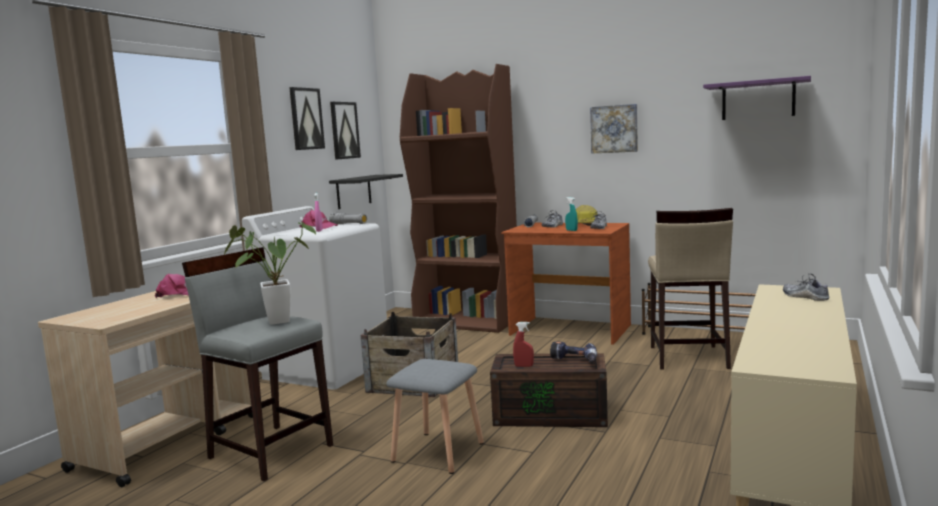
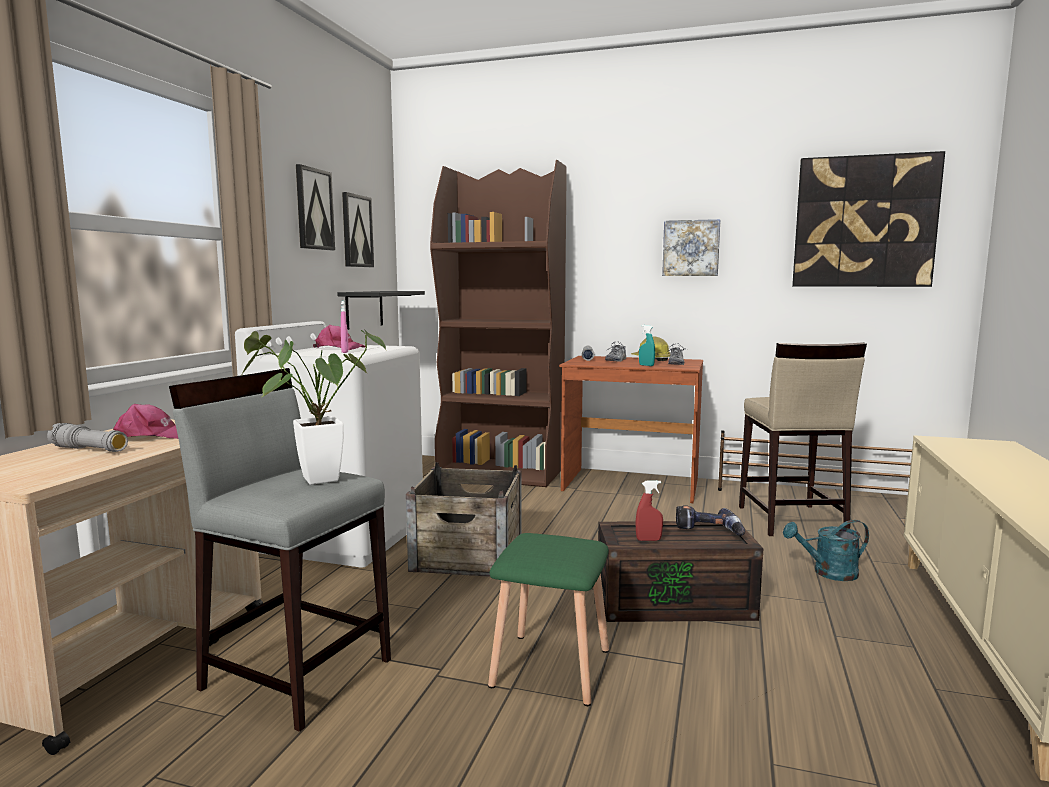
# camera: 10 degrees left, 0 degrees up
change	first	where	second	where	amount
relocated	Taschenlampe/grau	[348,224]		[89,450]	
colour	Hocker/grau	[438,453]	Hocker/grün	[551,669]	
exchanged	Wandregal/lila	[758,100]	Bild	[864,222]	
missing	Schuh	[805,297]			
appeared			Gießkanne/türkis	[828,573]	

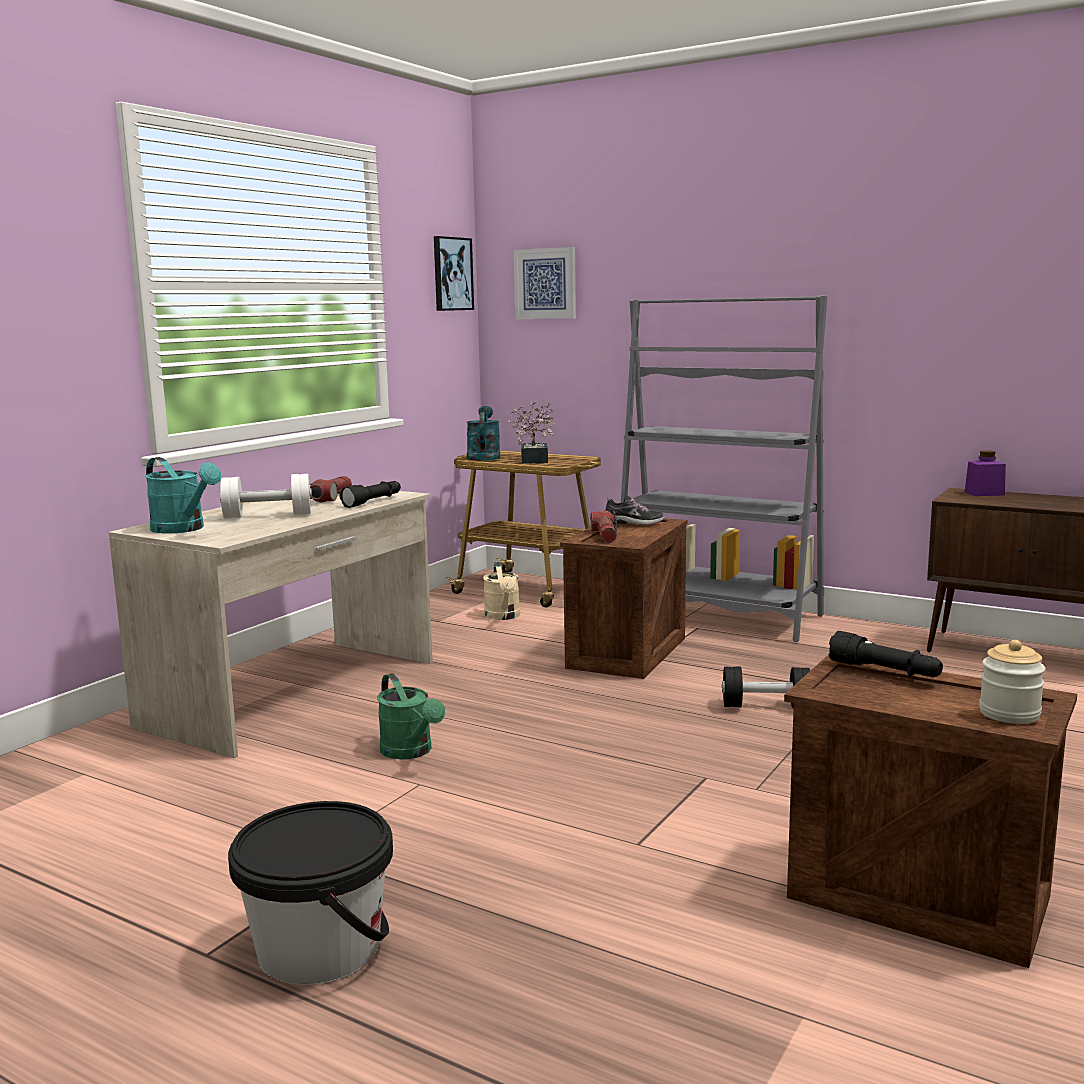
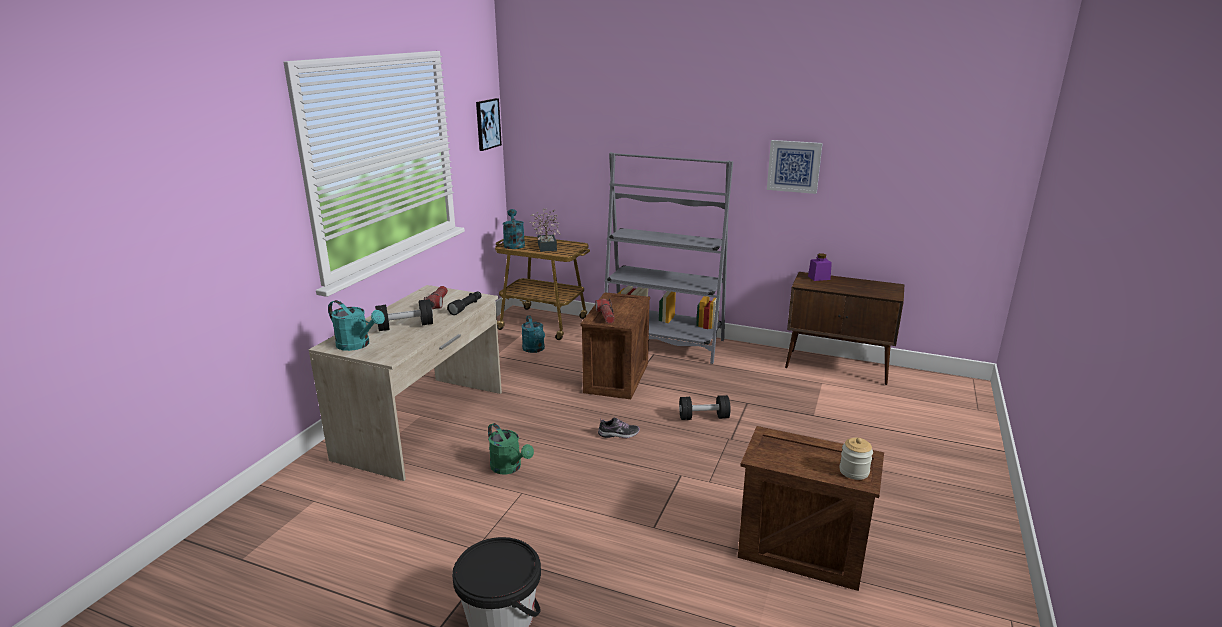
# camera: 10 degrees left, 10 degrees up
change	first	where	second	where	amount
colour	Hantel/weiß	[268,515]	Hantel/schwarz	[405,326]	
colour	Gießkanne/beige	[503,616]	Gießkanne/türkis	[535,349]	
relocated	Bild	[545,283]		[794,166]	
relocated	Schuh	[634,523]		[618,434]	
missing	Taschenlampe/schwarz	[885,671]			

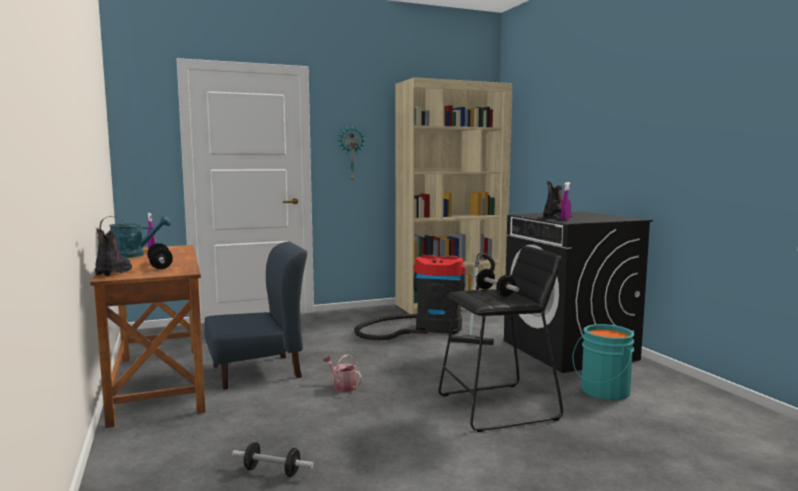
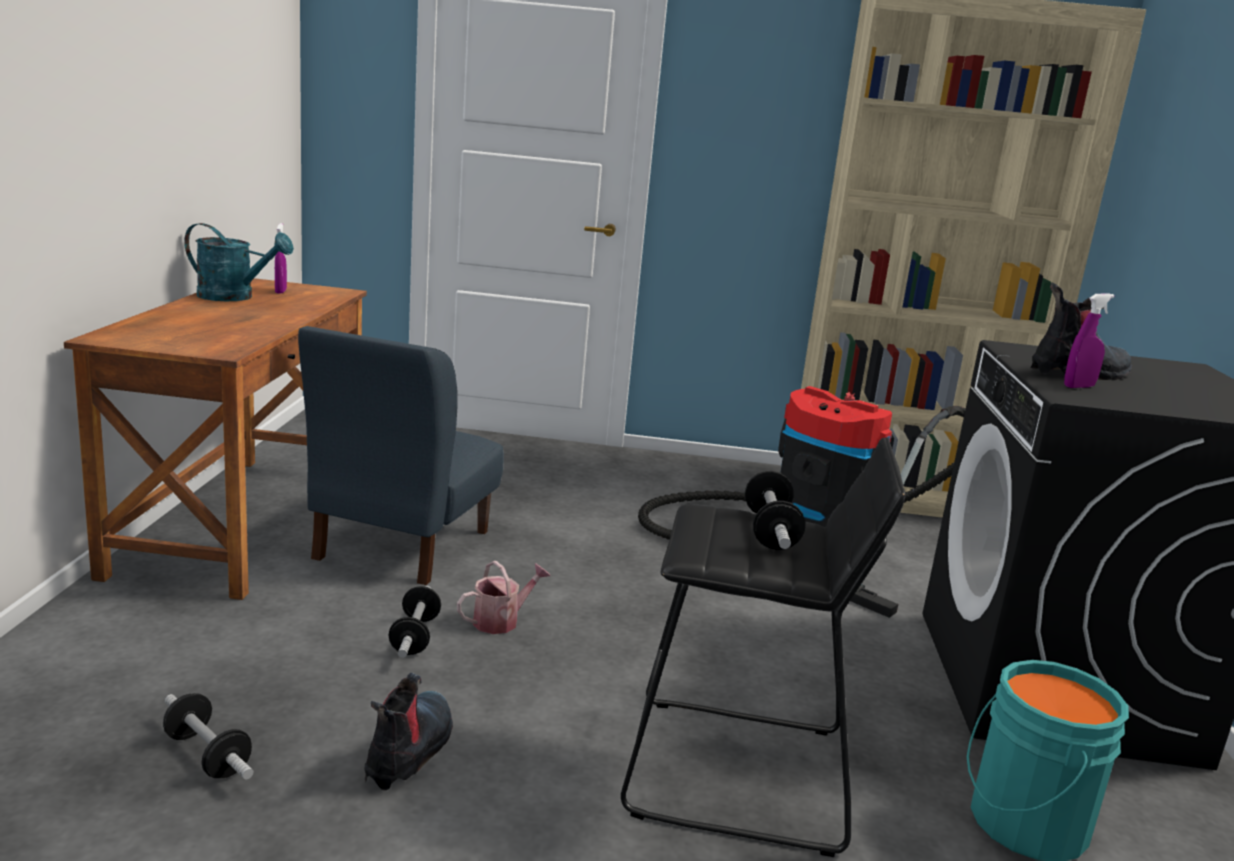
# camera: 25 degrees right, 10 degrees up
change	first	where	second	where	amount
relocated	Stiefel	[114,272]		[410,750]	
relocated	Hantel	[160,266]		[415,637]	
spun	Stuhl/blau	[257,371]		[401,544]	105 degrees clockwise
spun	Gießkanne	[342,386]		[501,620]	75 degrees clockwise
missing	Wanduhr	[351,153]			

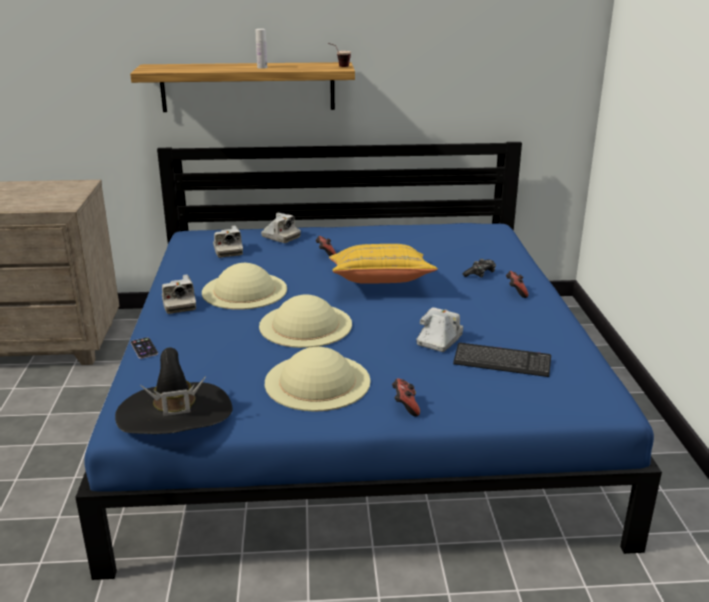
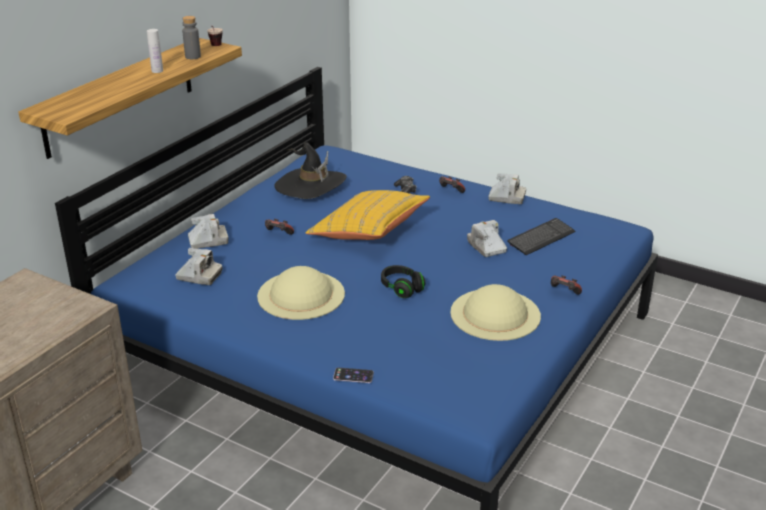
# camera: 55 degrees left, 5 degrees up
change	first	where	second	where	amount
relocated	Hut/schwarz	[175,414]		[310,186]	
relocated	Kamera	[179,304]		[506,198]	
exchanged	Hut/beige	[305,325]	Kopfhörer/schwarz	[401,288]	
appeared			Flasche/grau	[193,56]	

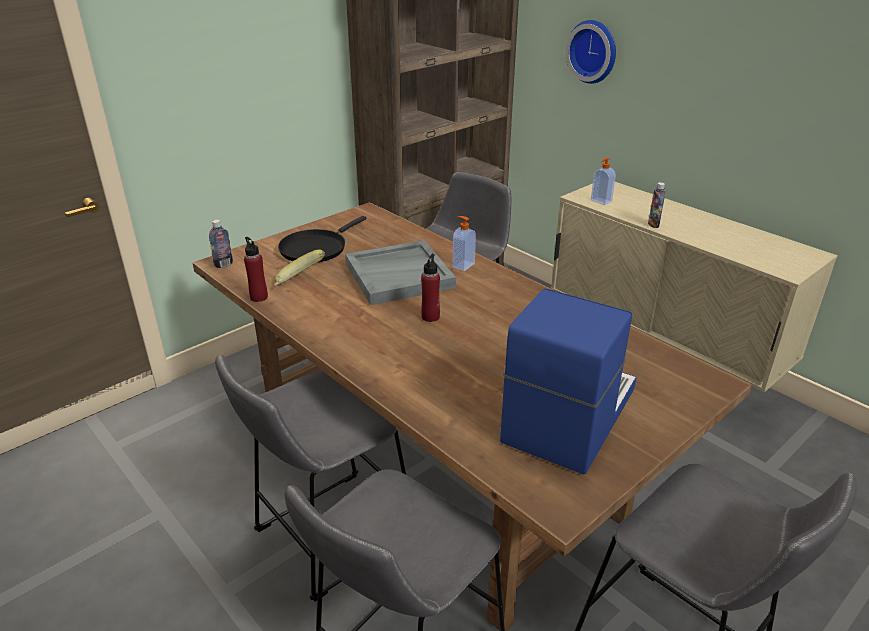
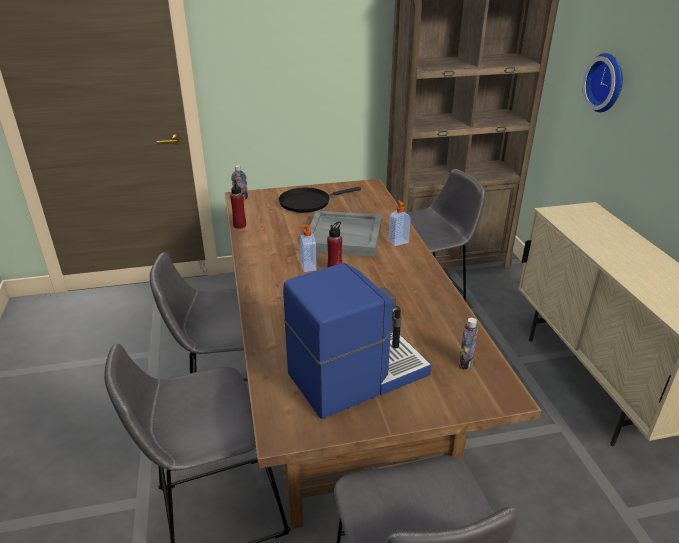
# camera: 30 degrees right, 0 degrees up
change	first	where	second	where	amount
missing	Banane	[299,282]			
relocated	Seifenspender	[600,201]		[307,267]	
relocated	Flasche	[653,224]		[465,363]	

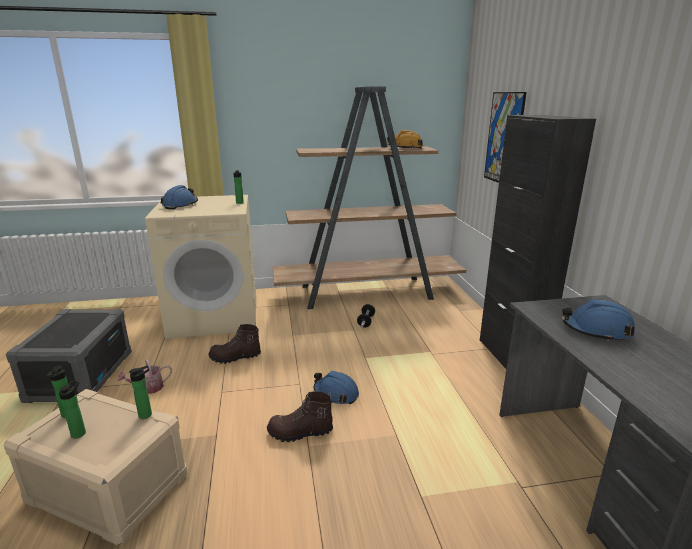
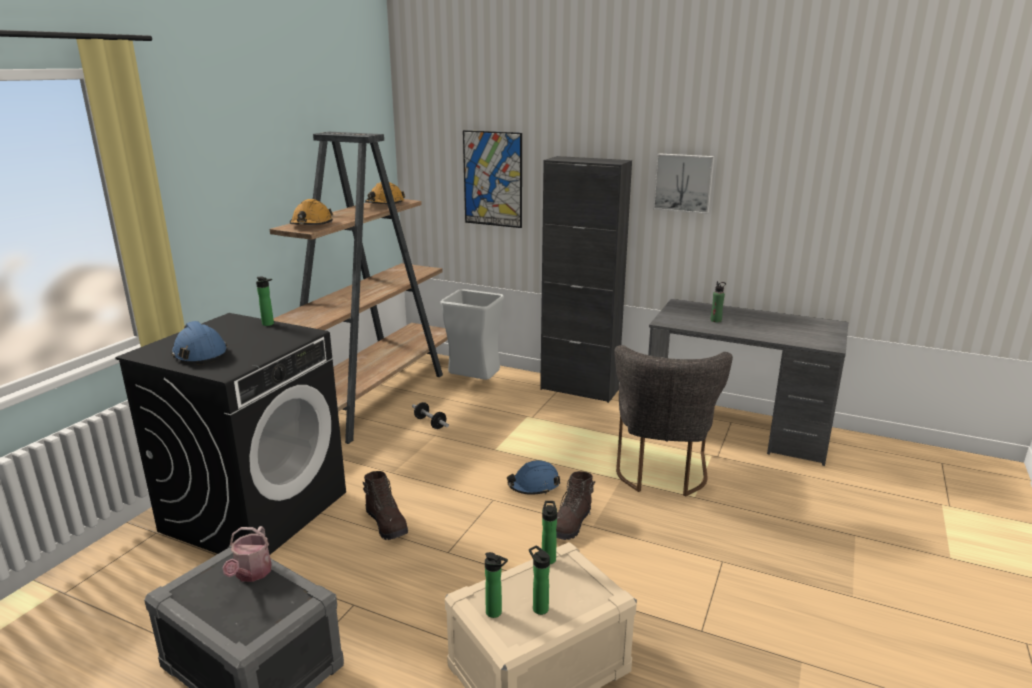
# camera: 55 degrees left, 0 degrees up
change	first	where	second	where	amount
relocated	Gießkanne	[148,388]		[251,574]	
colour	Waschmaschine/beige	[215,316]	Waschmaschine/schwarz	[256,510]	
spun	Stiefel/braun	[235,357]		[387,524]	60 degrees counterclockwise
exchanged	Schutzhelm/blau	[596,330]	Flasche/grün	[716,320]	
appeared			Schutzhelm/orange	[311,225]	
appeared			Mülleimer/grau	[475,384]	
appeared			Stuhl/grau	[661,473]	
appeared			Bild	[683,183]	

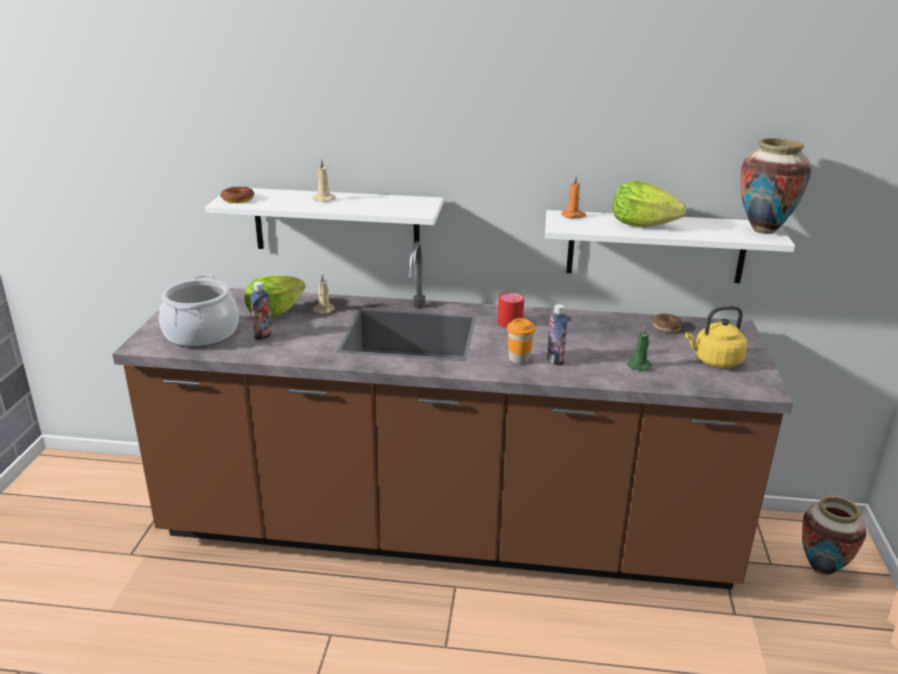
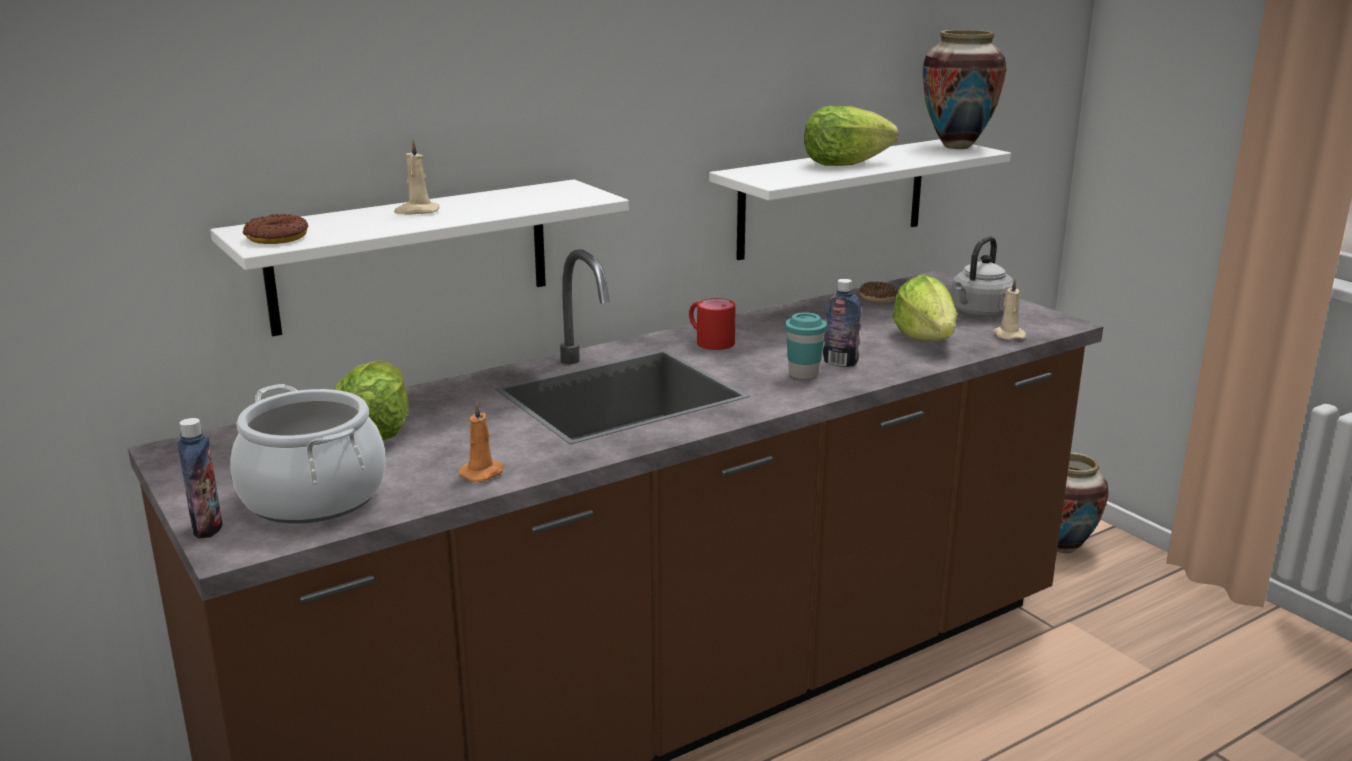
# camera: 40 degrees left, 5 degrees down
change	first	where	second	where	amount
relocated	Flasche	[263,335]		[207,528]	
relocated	Kerze/beige	[325,310]		[1007,335]	
colour	Tasse/orange	[519,359]	Tasse/türkis	[803,375]	
relocated	Kerze/orange	[573,216]		[483,473]	
exchanged	Kerze/grün	[639,365]	Salatkopf	[925,339]	
colour	Wasserkessel/gelb	[715,361]	Wasserkessel/grau	[978,314]	

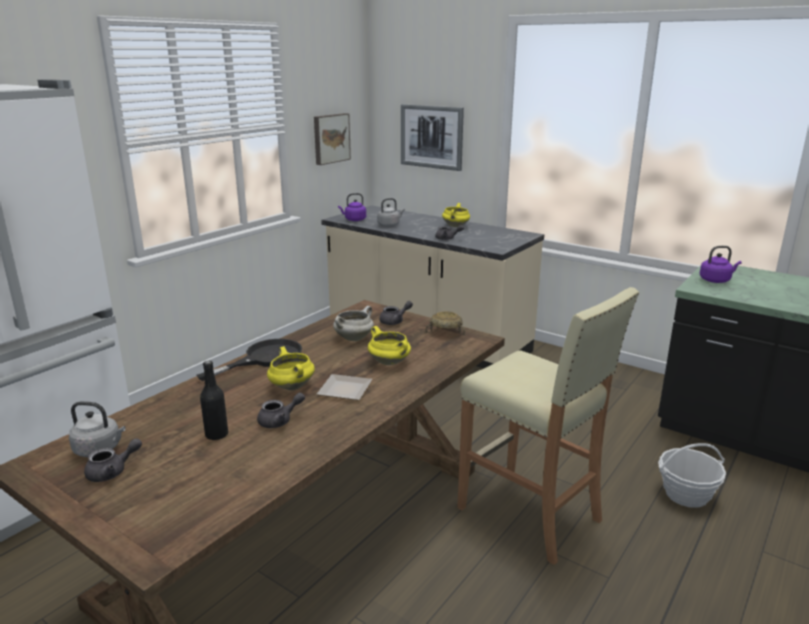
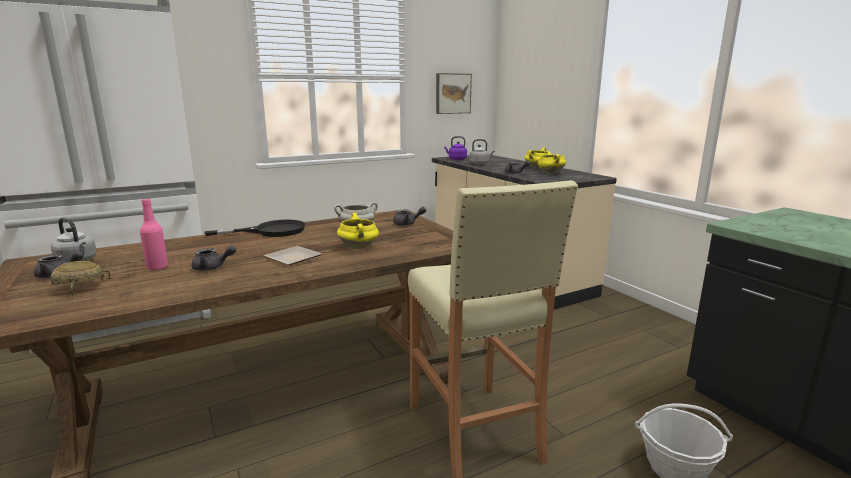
# camera: 25 degrees right, 5 degrees down
change	first	where	second	where	amount
colour	Flasche/schwarz	[216,435]	Flasche/rosa	[157,267]	
relocated	Kochtopf/gelb	[291,386]		[550,173]	
missing	Bild	[431,137]			
relocated	Schüssel/beige	[446,332]		[79,288]	
missing	Wasserkessel/lila	[716,280]			

